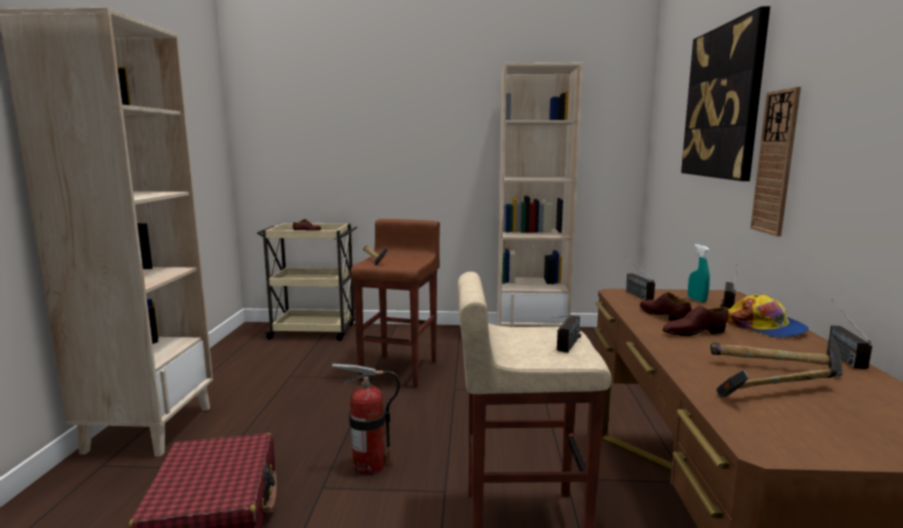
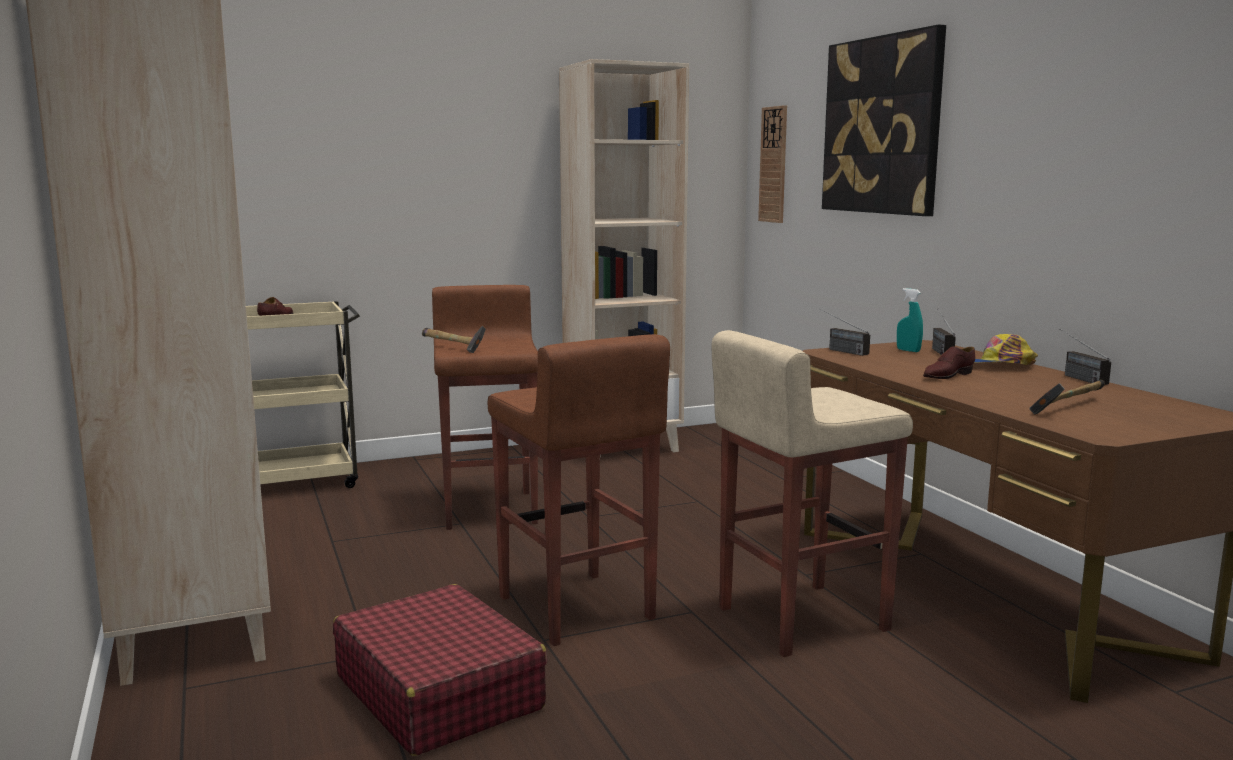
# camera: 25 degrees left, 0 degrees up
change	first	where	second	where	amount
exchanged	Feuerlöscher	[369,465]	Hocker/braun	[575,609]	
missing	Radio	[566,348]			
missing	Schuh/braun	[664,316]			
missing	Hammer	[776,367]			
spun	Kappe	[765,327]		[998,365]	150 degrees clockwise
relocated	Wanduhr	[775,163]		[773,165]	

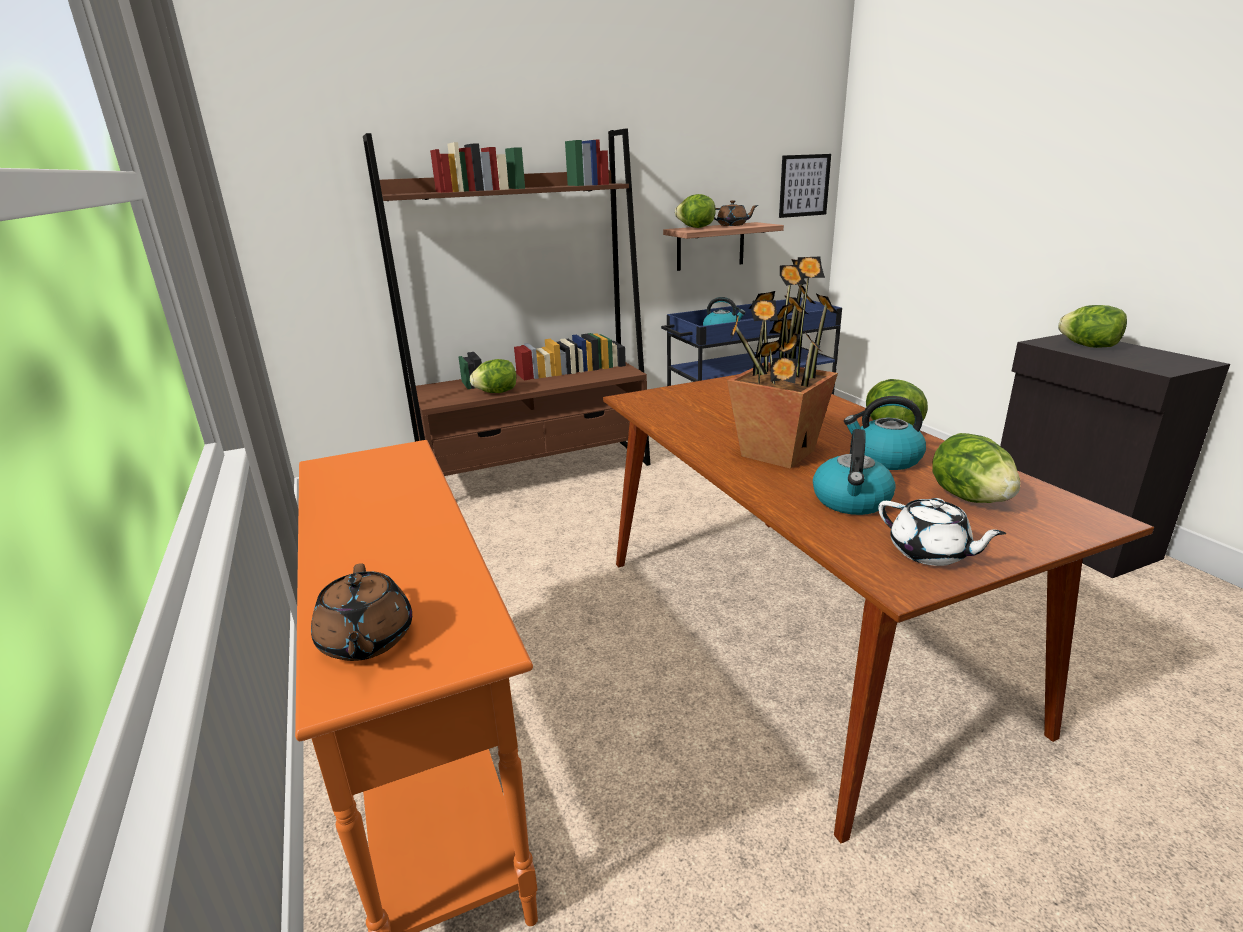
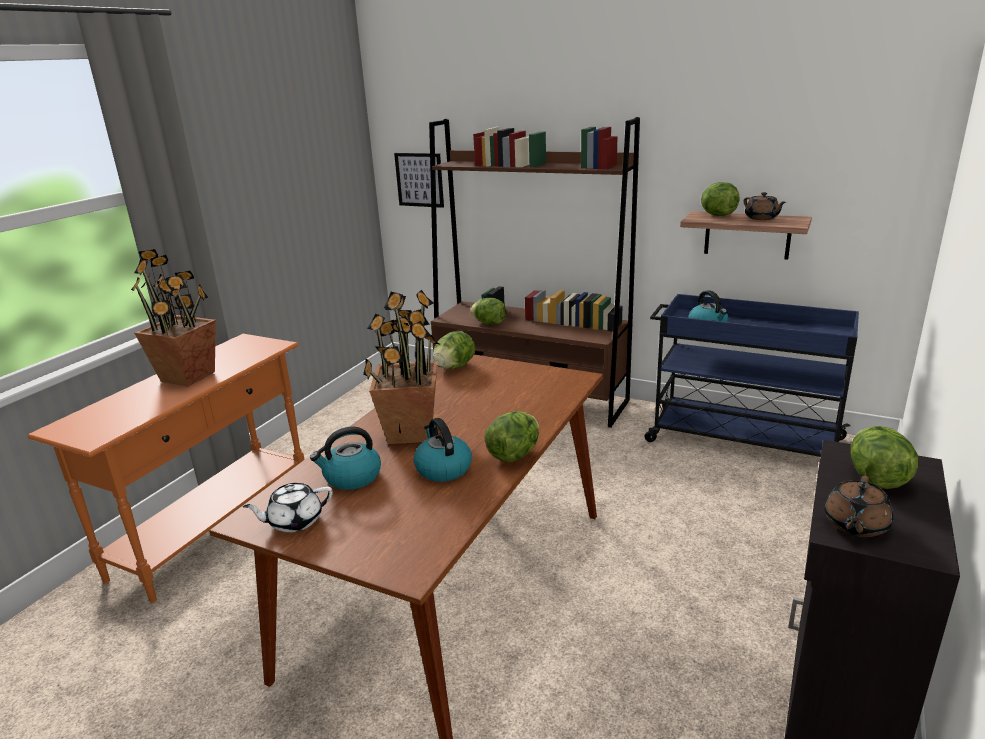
# camera: 50 degrees right, 0 degrees up
change	first	where	second	where	amount
relocated	Teekanne/braun	[366,641]		[855,525]	
relocated	Bild	[804,185]		[419,180]	
spun	Teekanne/weiß	[930,553]		[294,521]	60 degrees clockwise
relocated	Salatkopf	[970,498]		[454,367]	
appeared			Topfpflanze	[189,376]	

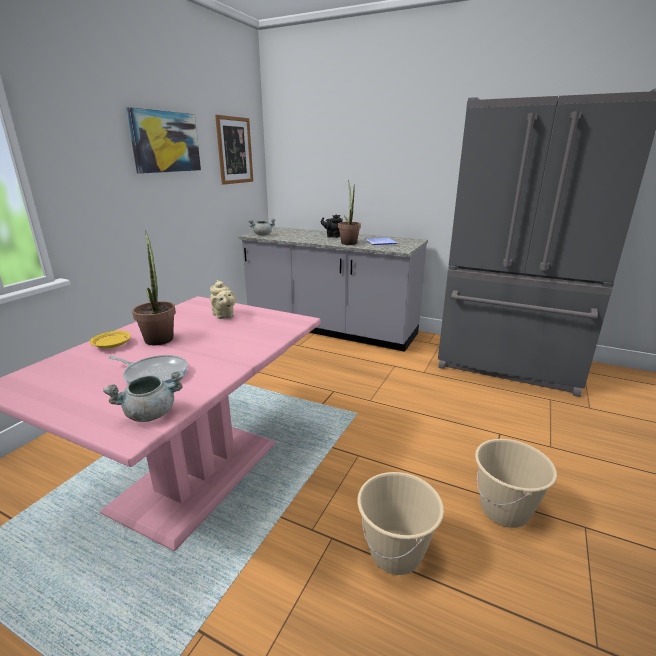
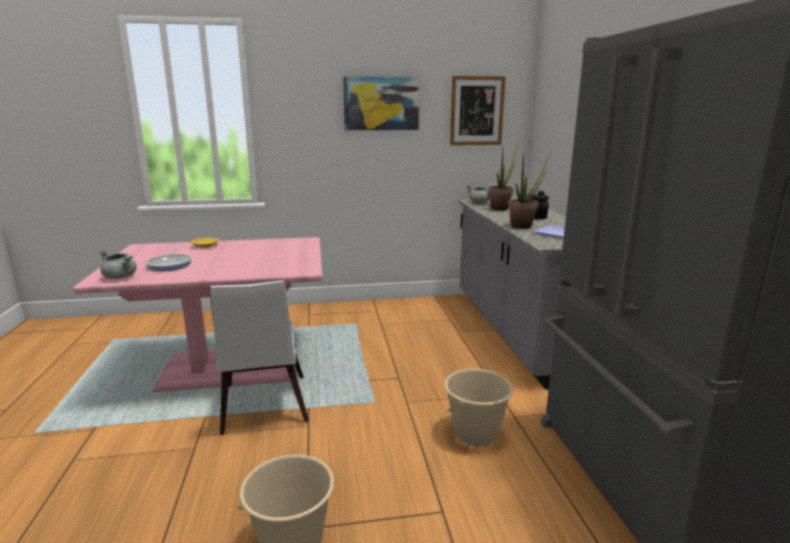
# camera: 55 degrees right, 5 degrees down
change	first	where	second	where	amount
relocated	Topfpflanze	[159,337]		[501,208]	
missing	Teekanne/beige	[224,316]			
relocated	Eimer/beige	[396,552]		[476,434]	
appeared			Stuhl/weiß	[263,407]	

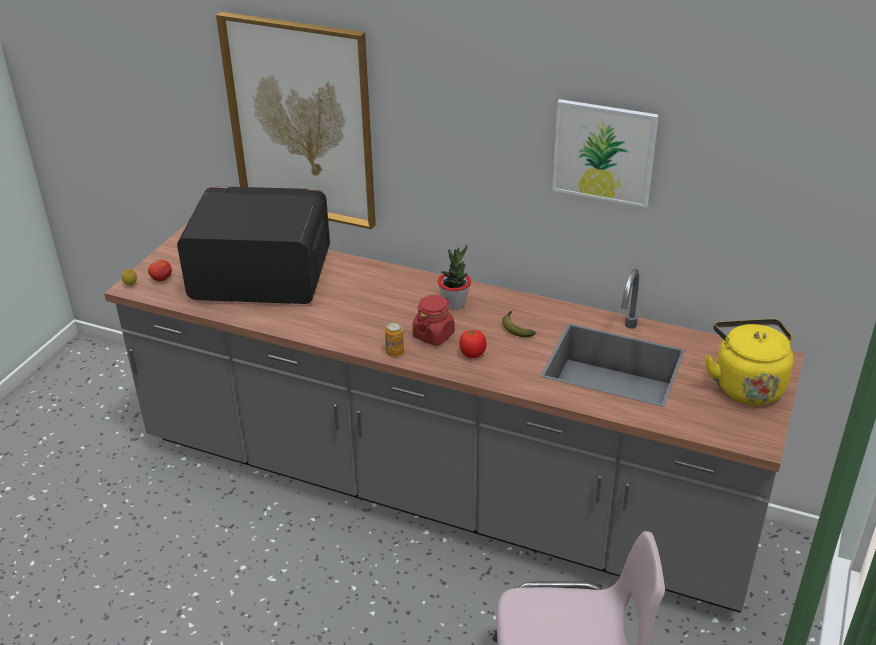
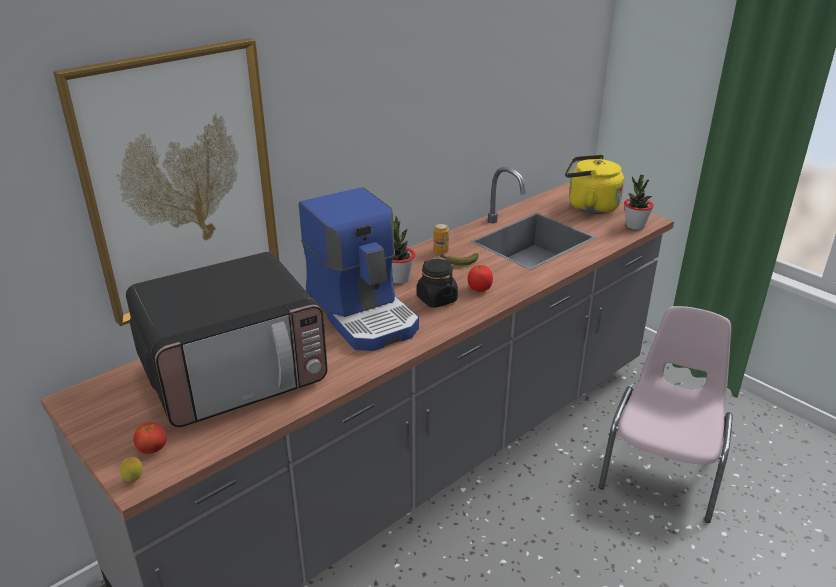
# camera: 65 degrees left, 5 degrees down
change	first	where	second	where	amount
spun	Mikrowelle	[260,276]		[235,372]	150 degrees counterclockwise
relocated	Dose	[395,352]		[441,251]	
colour	Vorratsglas/rot	[433,335]	Vorratsglas/schwarz	[436,299]	
missing	Bild	[604,152]			
appeared			Kaffeemaschine	[363,313]	
appeared			Topfpflanze	[635,226]	

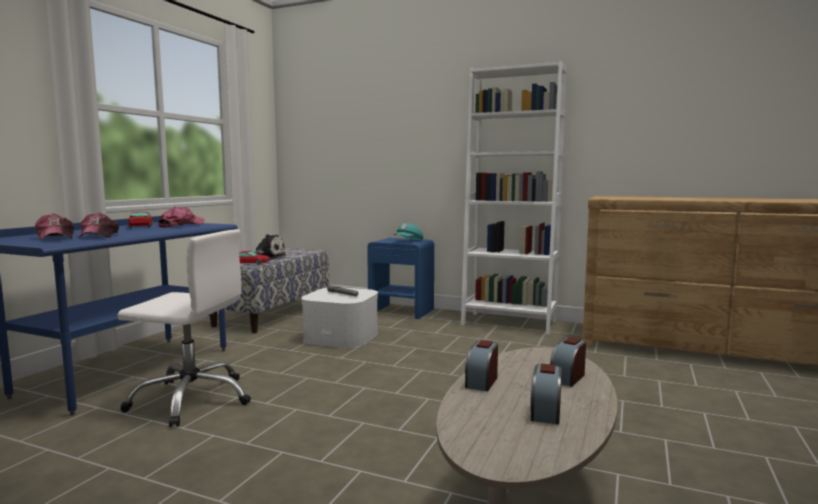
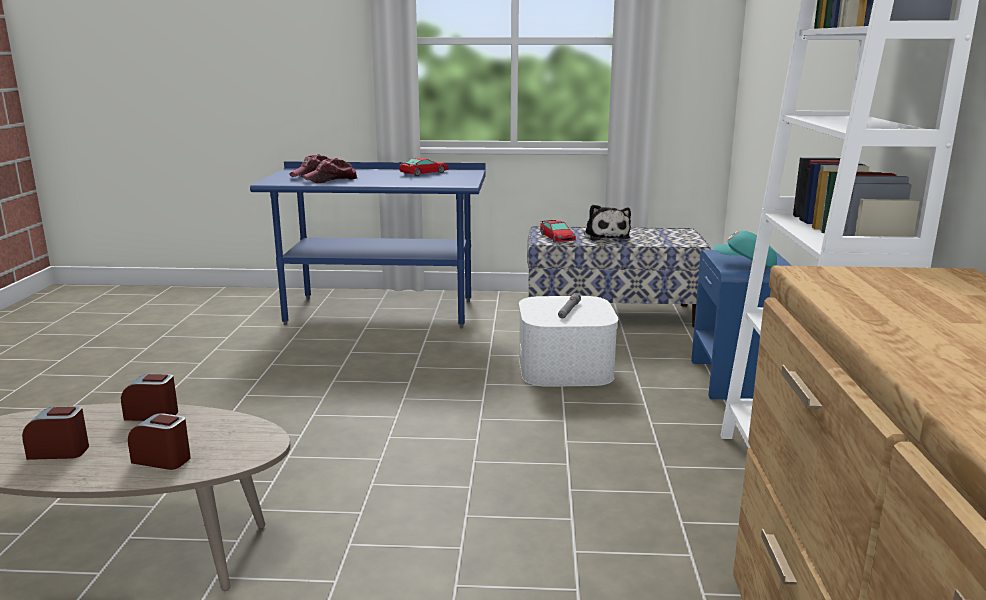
# camera: 70 degrees right, 10 degrees up
change	first	where	second	where	amount
missing	Bürostuhl/weiß	[192,399]			
missing	Kappe	[181,225]			

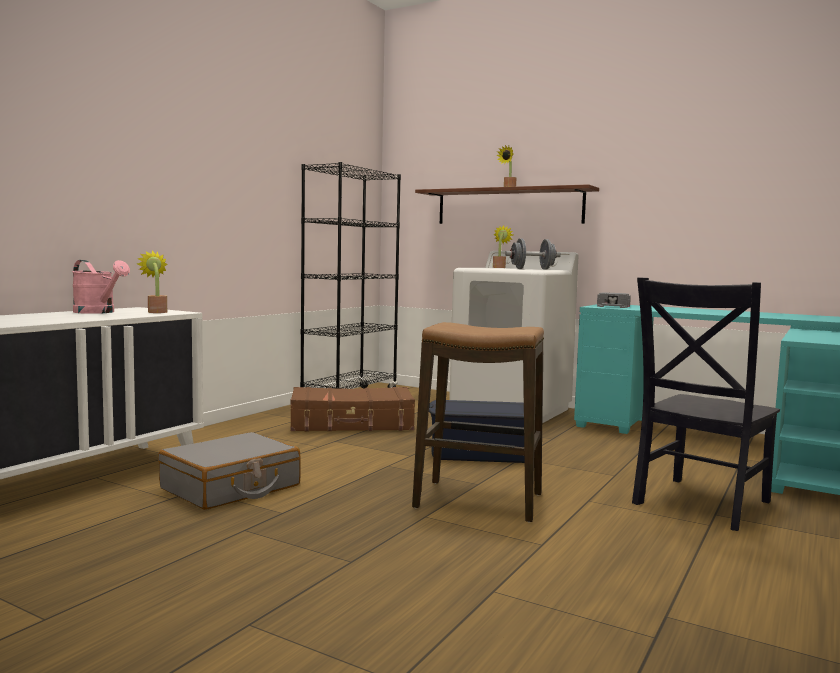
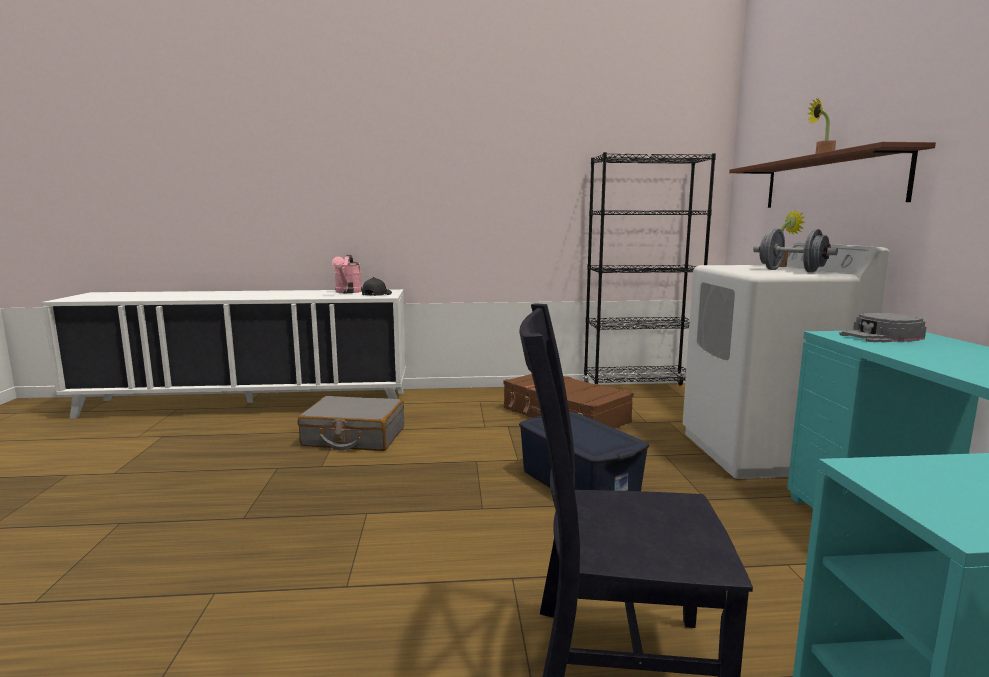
# camera: 55 degrees right, 5 degrees up
change	first	where	second	where	amount
exchanged	Topfpflanze	[156,312]	Kappe/schwarz	[376,295]	
missing	Hocker	[479,501]			

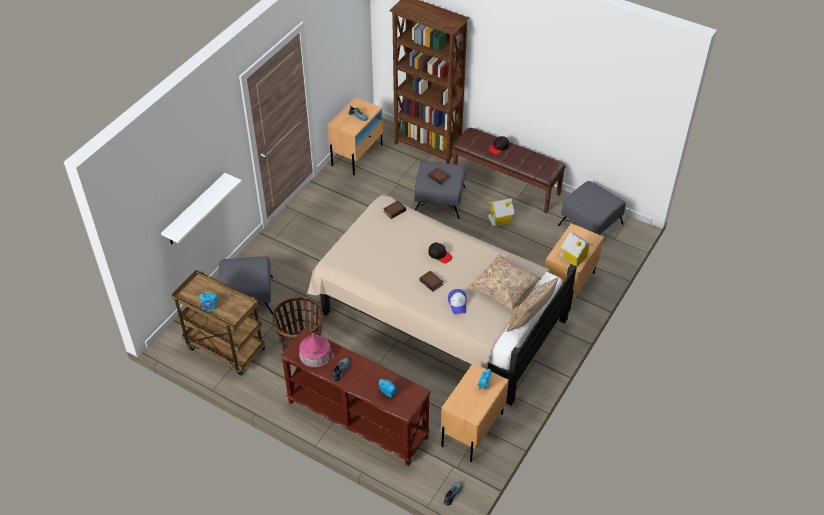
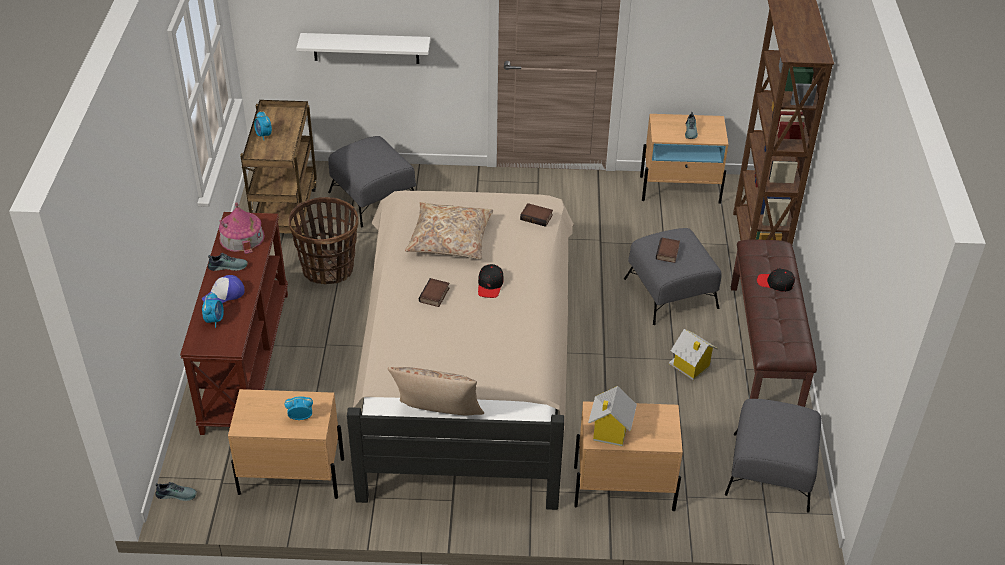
# camera: 60 degrees right, 5 degrees down
change	first	where	second	where	amount
relocated	Kappe	[458,303]		[224,295]	
relocated	Kissen/beige	[505,287]		[450,239]	

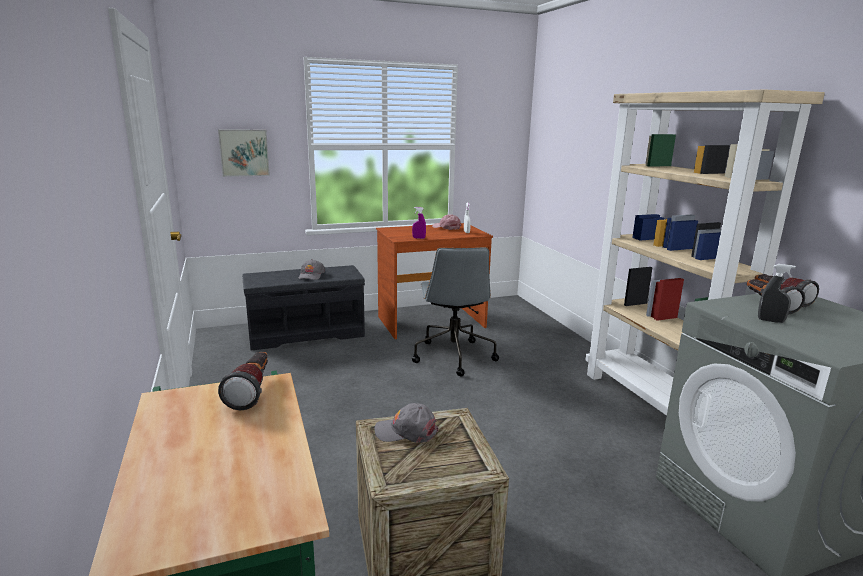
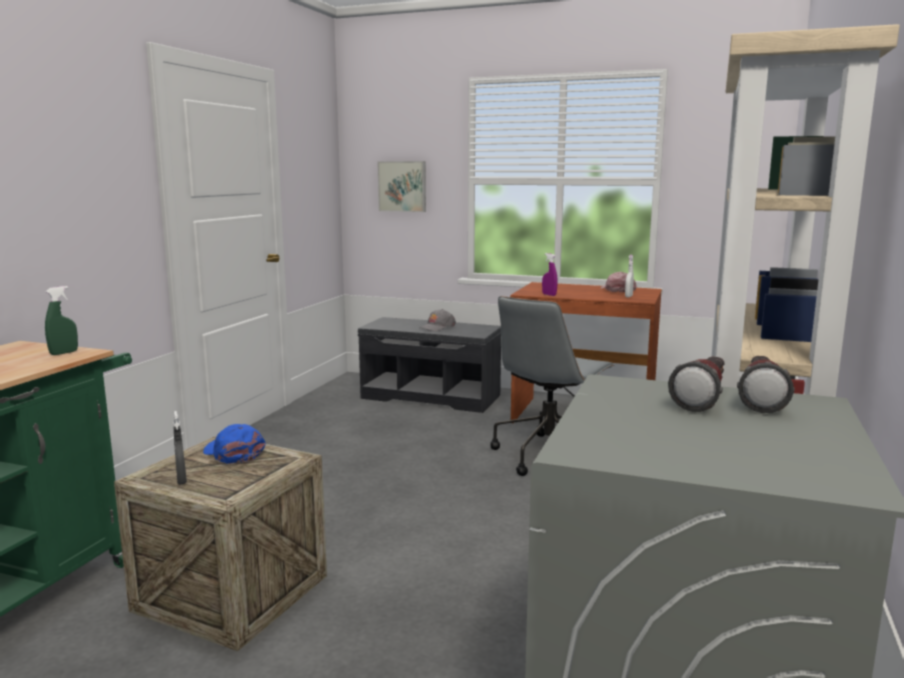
# camera: 40 degrees right, 5 degrees down
change	first	where	second	where	amount
exchanged	Taschenlampe	[252,391]	Sprühflasche/grün	[64,353]	
colour	Kappe/grau	[406,431]	Kappe/blau	[234,453]	
relocated	Sprühflasche/grau	[770,321]		[181,480]	

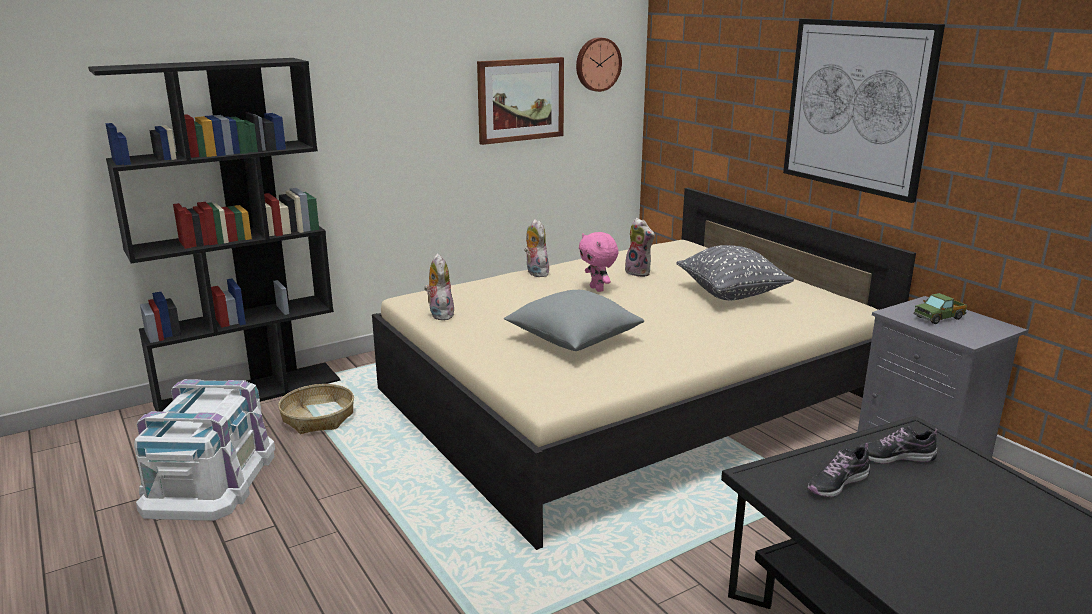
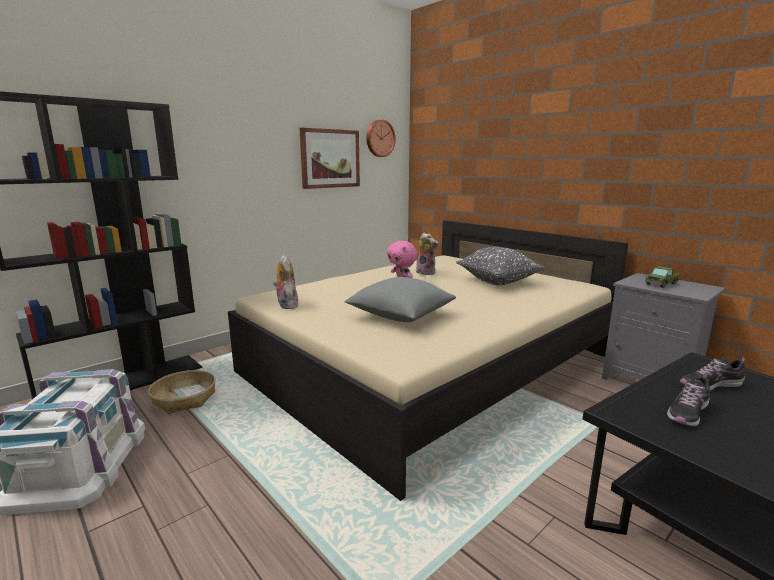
# camera: 10 degrees left, 5 degrees down
change	first	where	second	where	amount
missing	Plüschtier	[535,273]			
missing	Bild	[857,106]			

